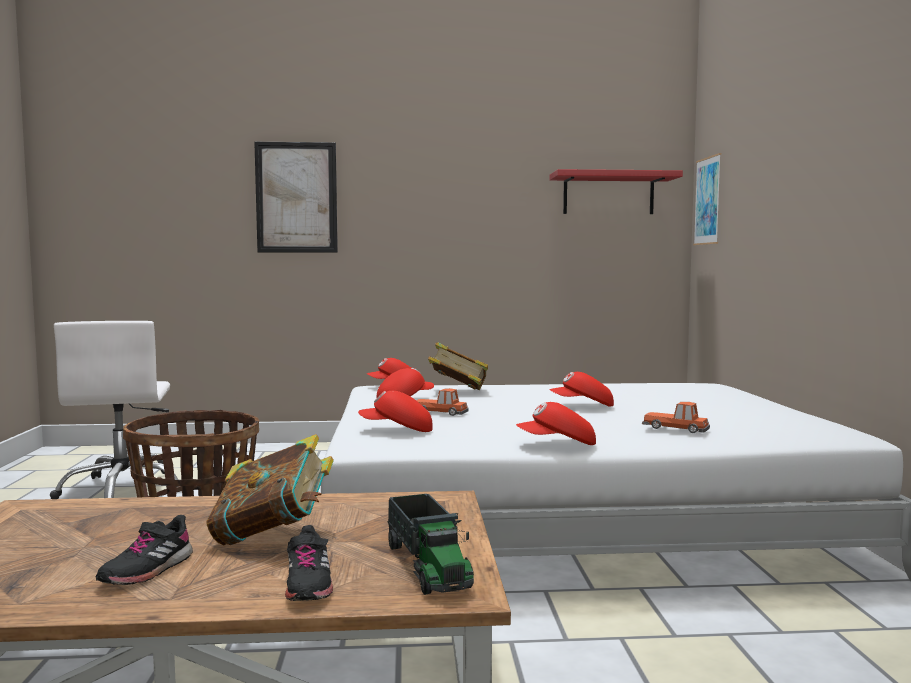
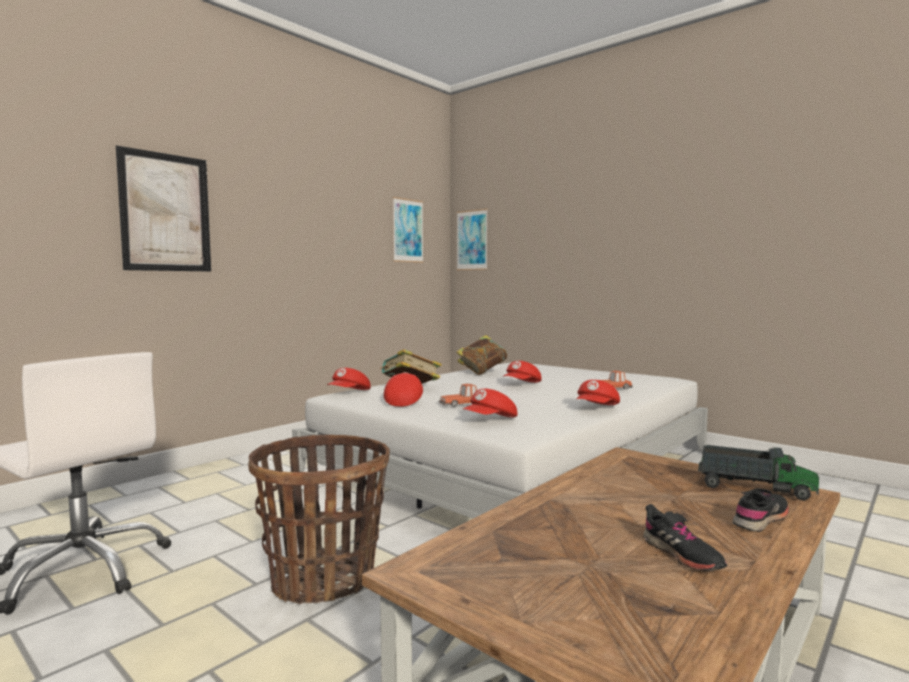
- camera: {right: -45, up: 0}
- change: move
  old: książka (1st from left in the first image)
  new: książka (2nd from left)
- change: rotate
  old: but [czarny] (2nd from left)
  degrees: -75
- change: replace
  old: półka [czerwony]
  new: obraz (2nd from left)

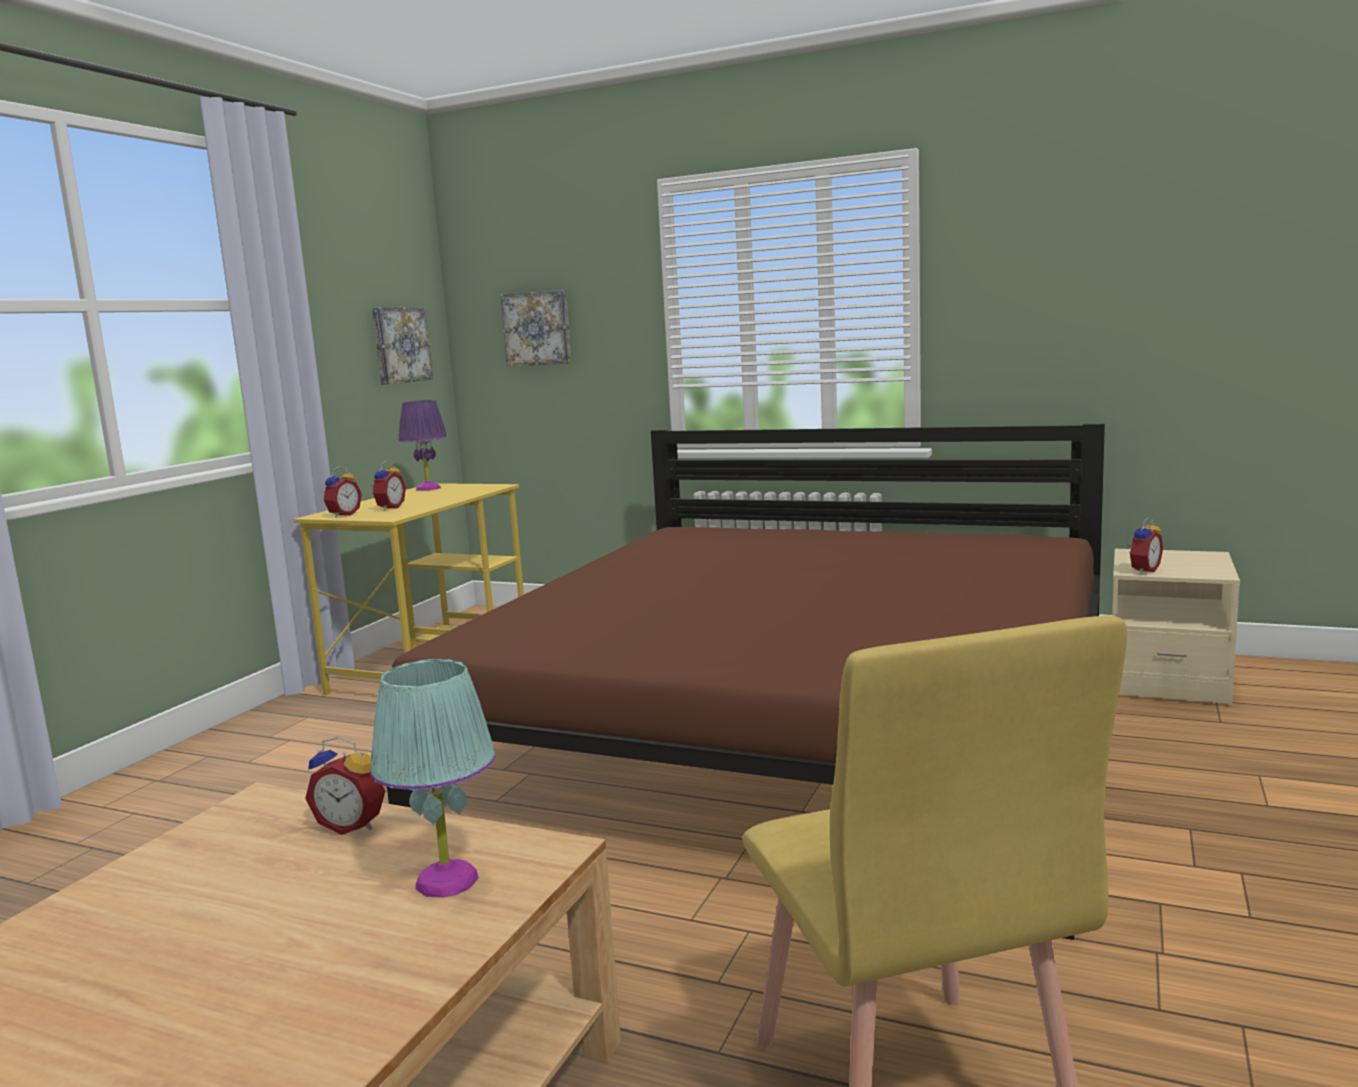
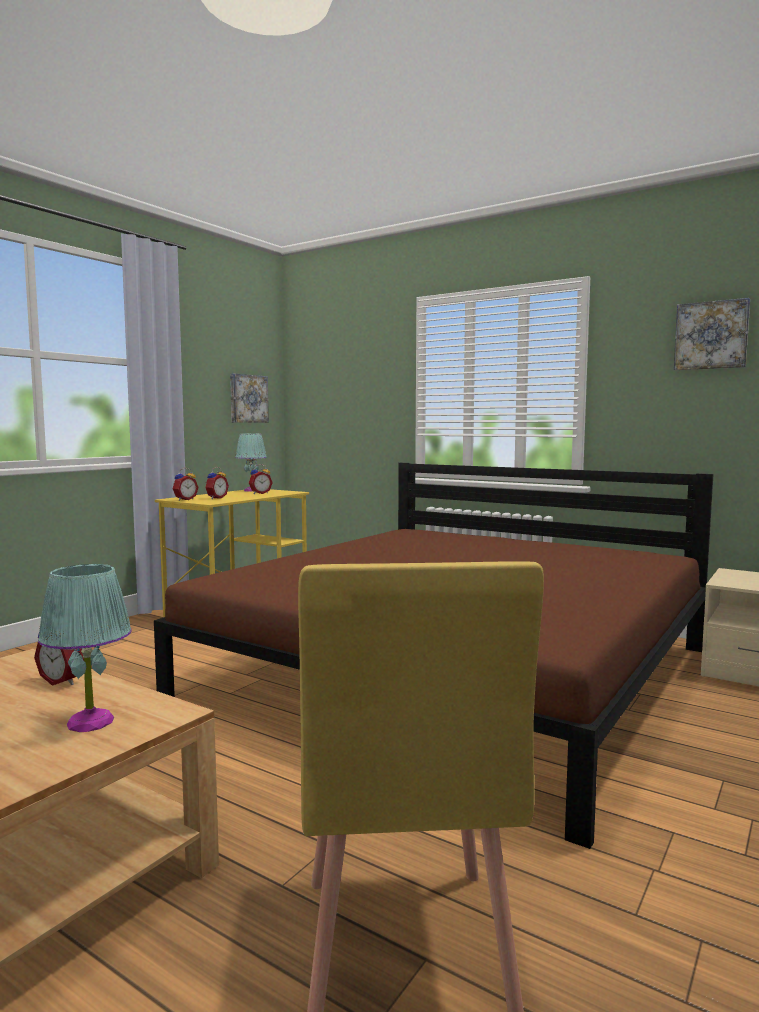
- camera: {right: 10, up: -5}
- change: recolor
  old: lampa stołowa [fioletowy]
  new: lampa stołowa [turkusowy] (2nd from left)
- change: move
  old: obraz (2nd from left)
- change: move
  old: budzik (4th from left)

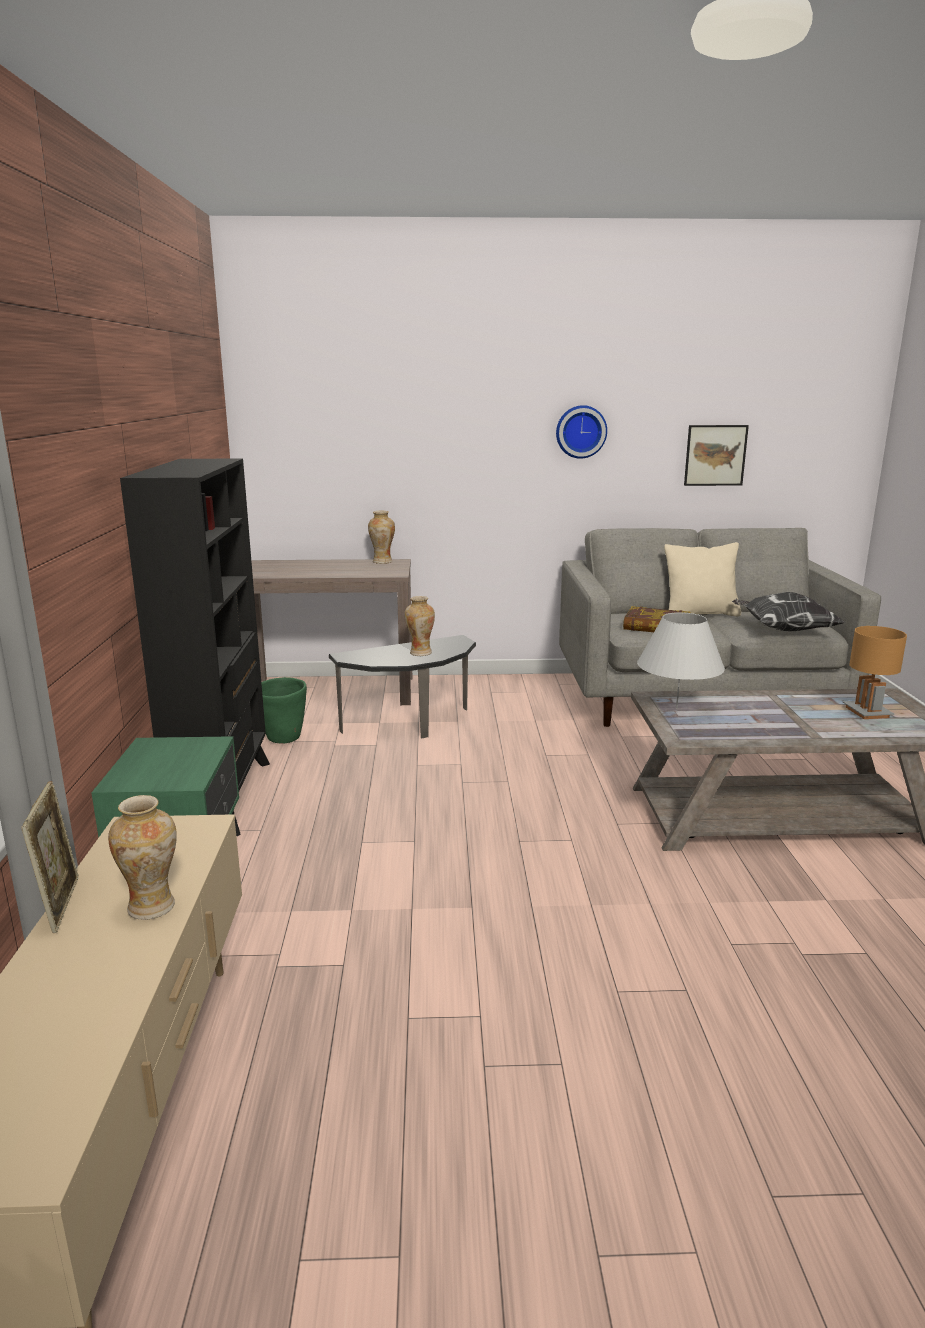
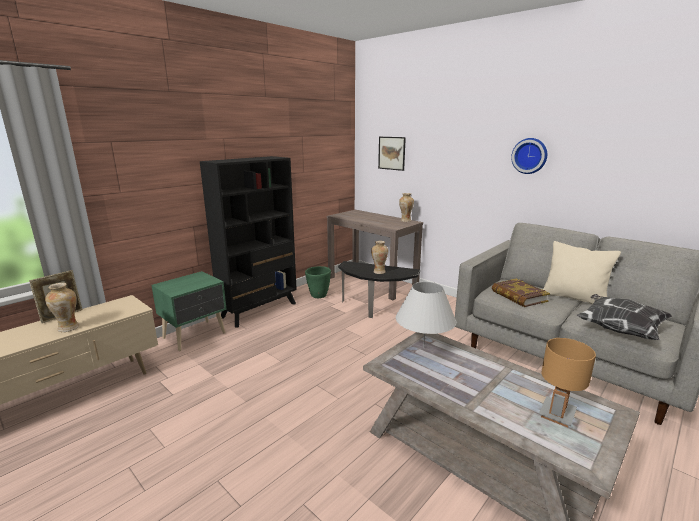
- camera: {right: 45, up: 0}
- change: move
  old: obraz

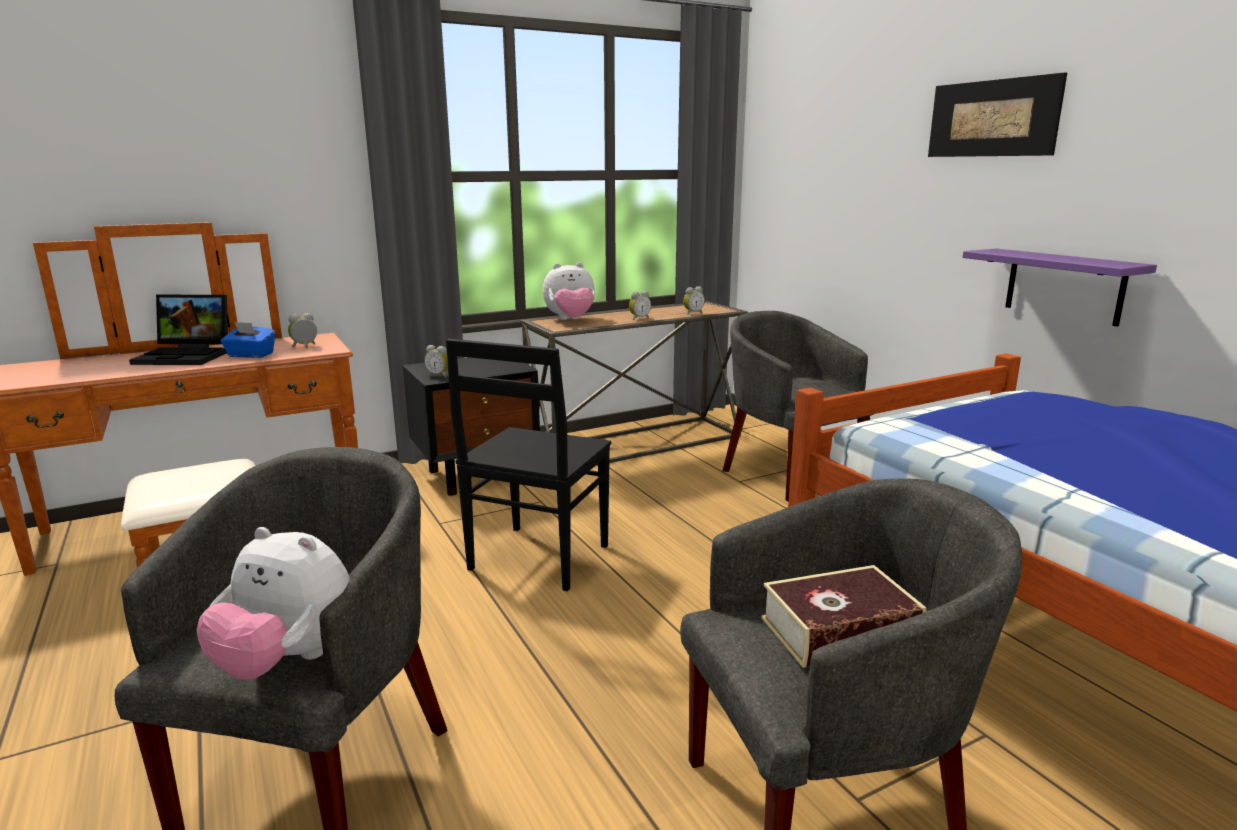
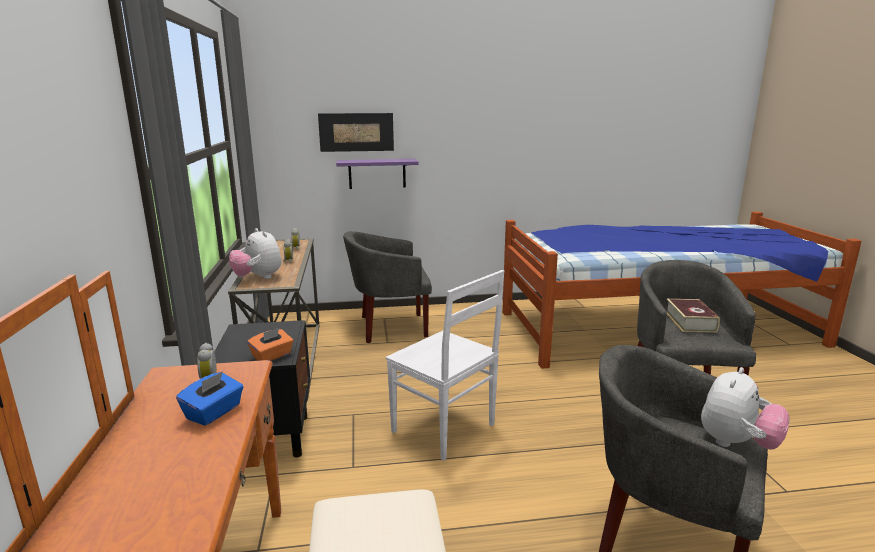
- camera: {right: -70, up: 0}
- change: delete
  old: laptop
- change: replace
  old: budzik (2nd from left)
  new: pudełko chusteczek [pomarańczowy]
- change: recolor
  old: krzesło [czarny]
  new: krzesło [biały]
- change: rotate
  old: pluszak (2nd from left in the first image)
  degrees: 135
- change: move
  old: obraz
- change: move
  old: półka [fioletowy]

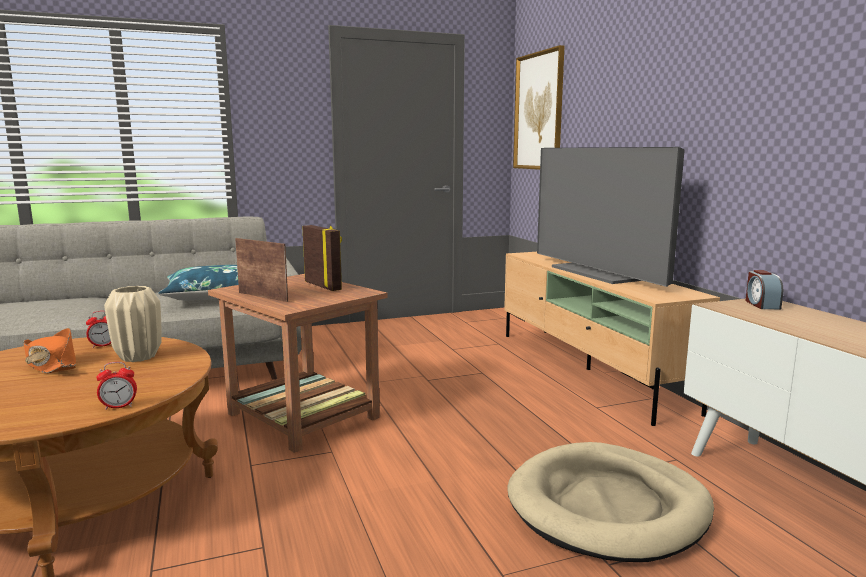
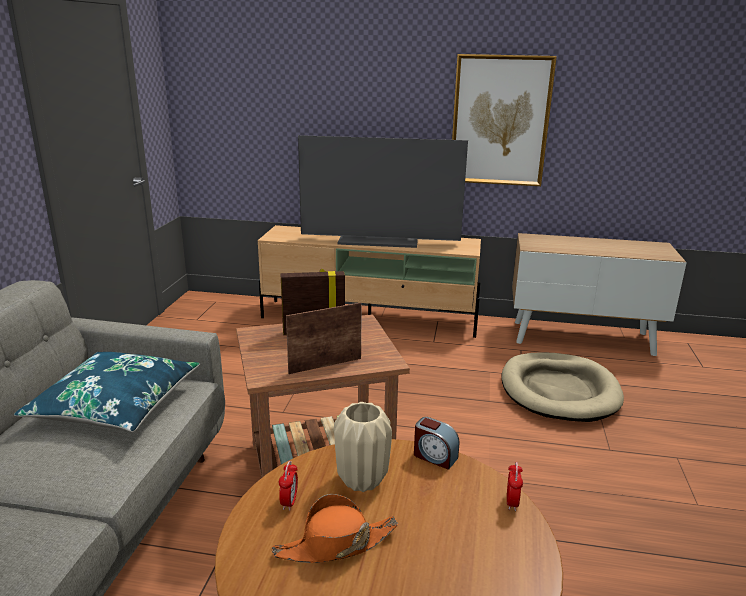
- camera: {right: -60, up: 10}
- change: move
  old: obraz
- change: move
  old: budzik (3rd from left in the first image)
  new: budzik (2nd from left)

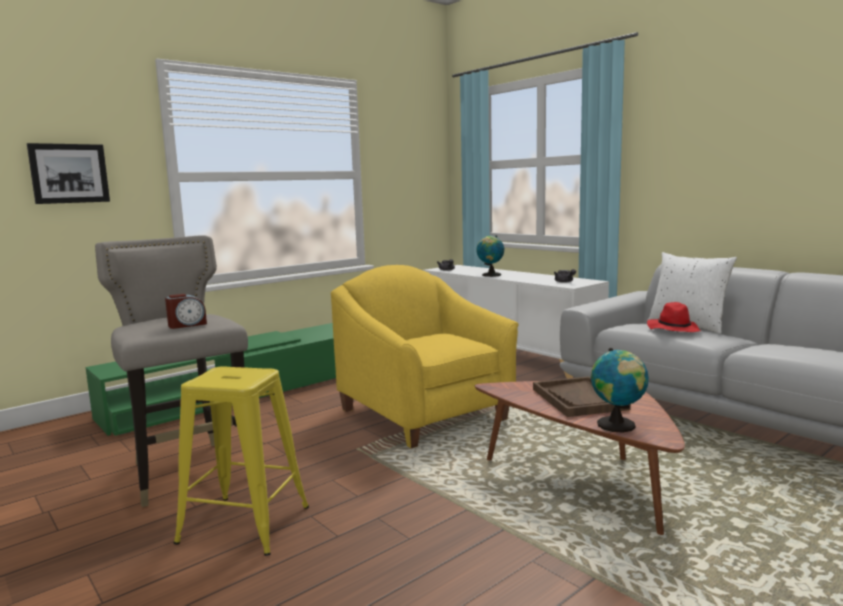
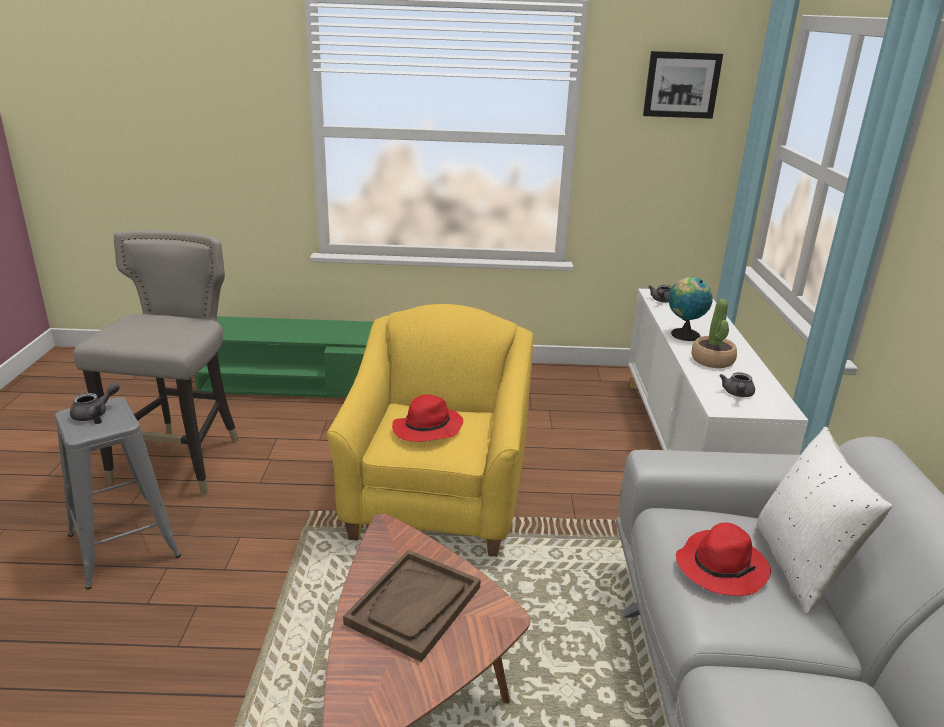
- camera: {right: 40, up: 15}
- change: move
  old: obraz
- change: delete
  old: budzik
- change: recolor
  old: stołek [żółty]
  new: stołek [szary] (1st from left)
- change: delete
  old: globus (2nd from left)
- change: insert
  new: imbryk [szary] (1st from left)
- change: insert
  new: kapelusz [czerwony] (1st from left)
- change: insert
  new: roślina doniczkowa

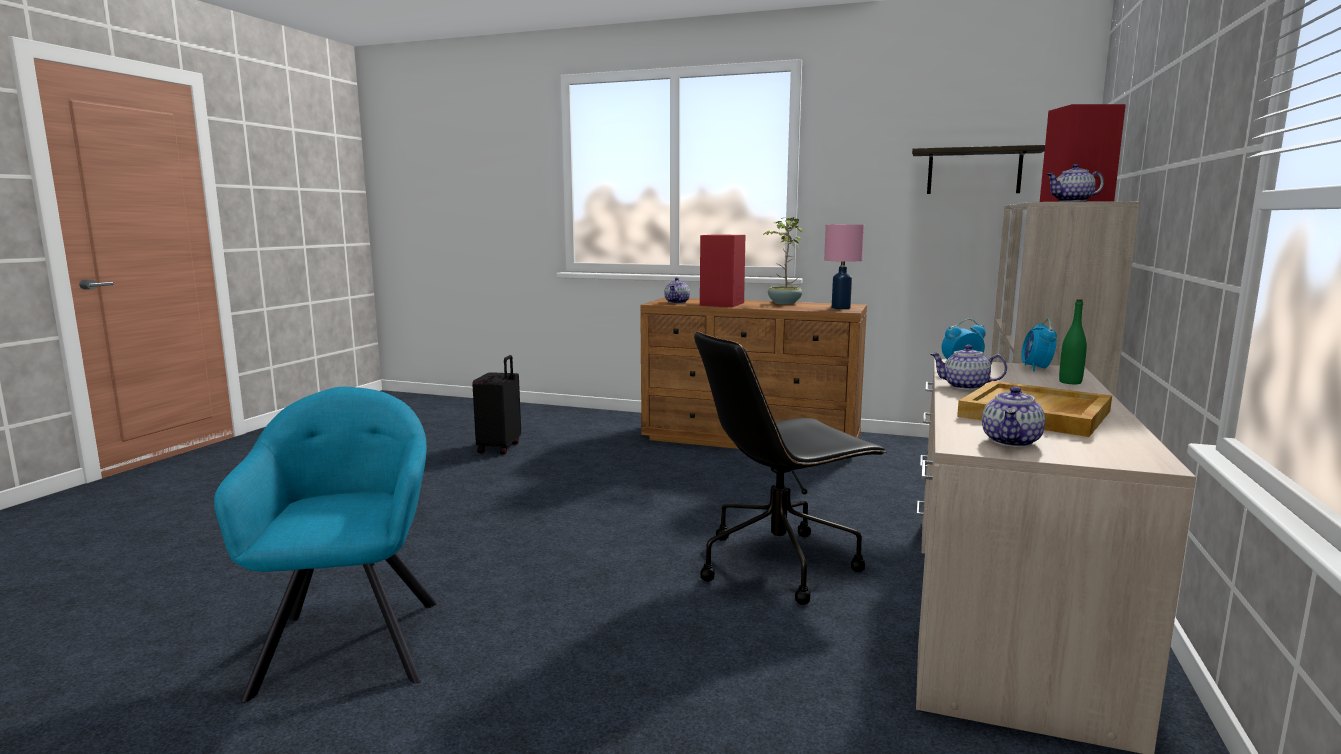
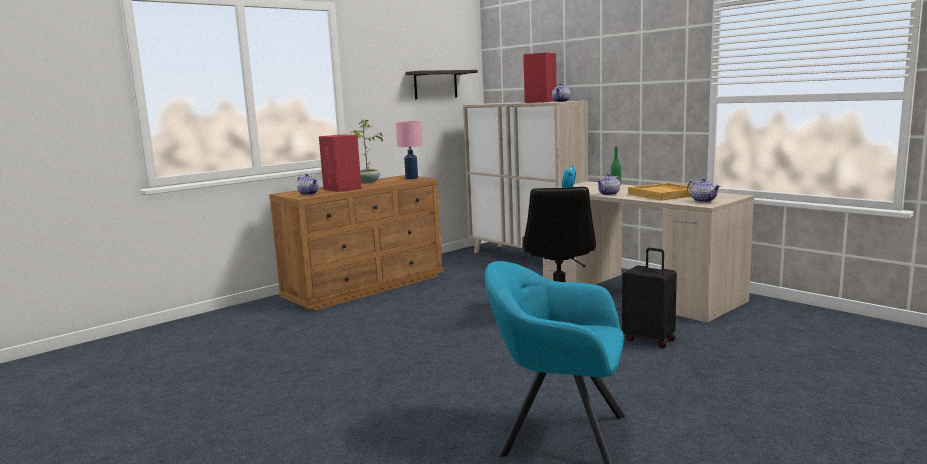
- camera: {right: -60, up: 0}
- change: move
  old: walizka [czarny]
- change: delete
  old: budzik (2nd from left)

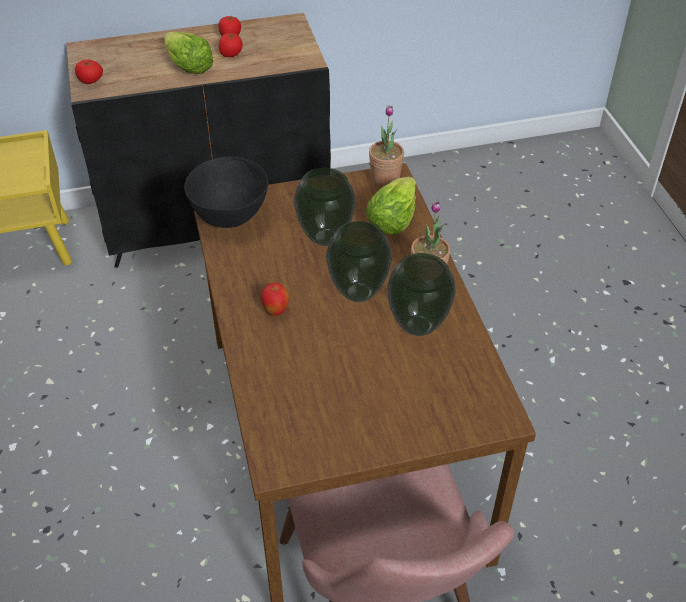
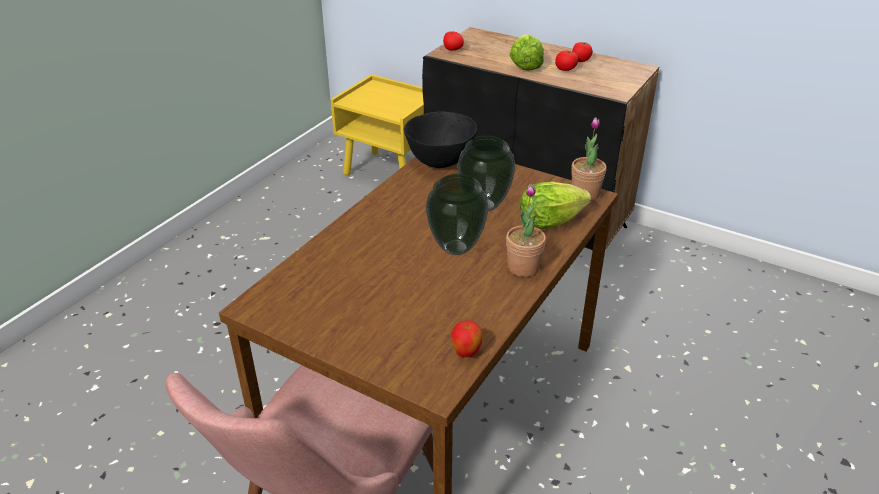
- camera: {right: 45, up: -10}
- change: move
  old: jabłko
- change: delete
  old: wazon (3rd from left)

